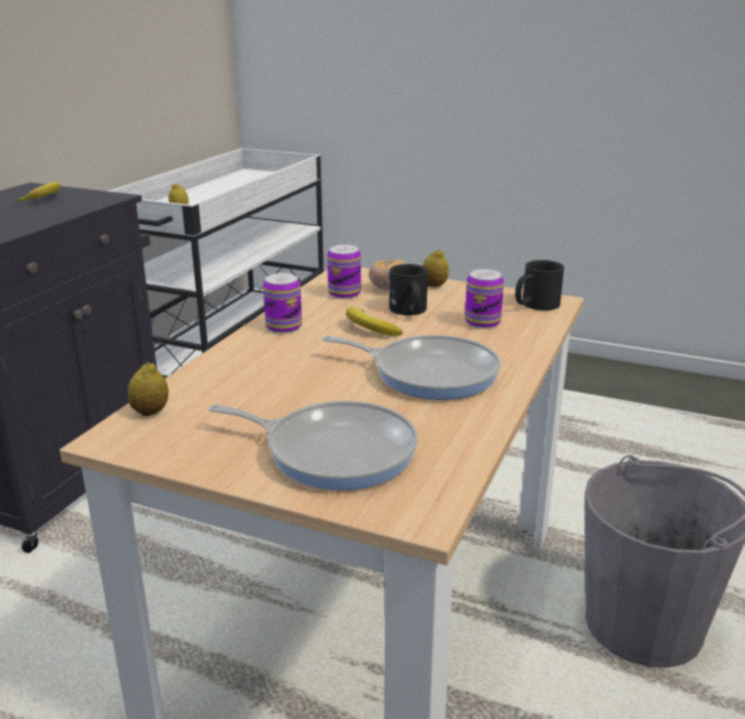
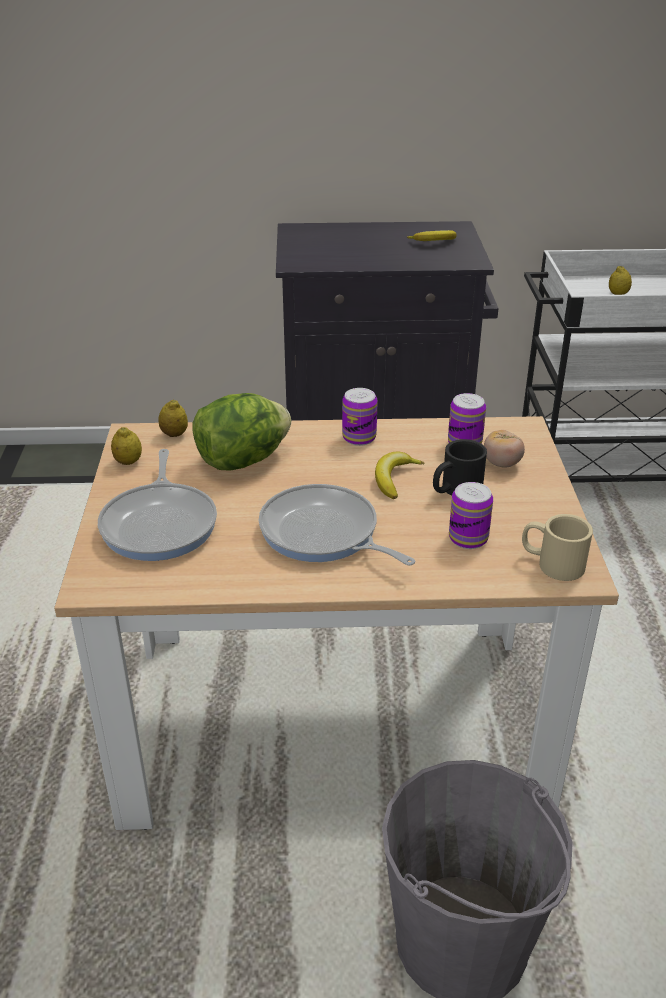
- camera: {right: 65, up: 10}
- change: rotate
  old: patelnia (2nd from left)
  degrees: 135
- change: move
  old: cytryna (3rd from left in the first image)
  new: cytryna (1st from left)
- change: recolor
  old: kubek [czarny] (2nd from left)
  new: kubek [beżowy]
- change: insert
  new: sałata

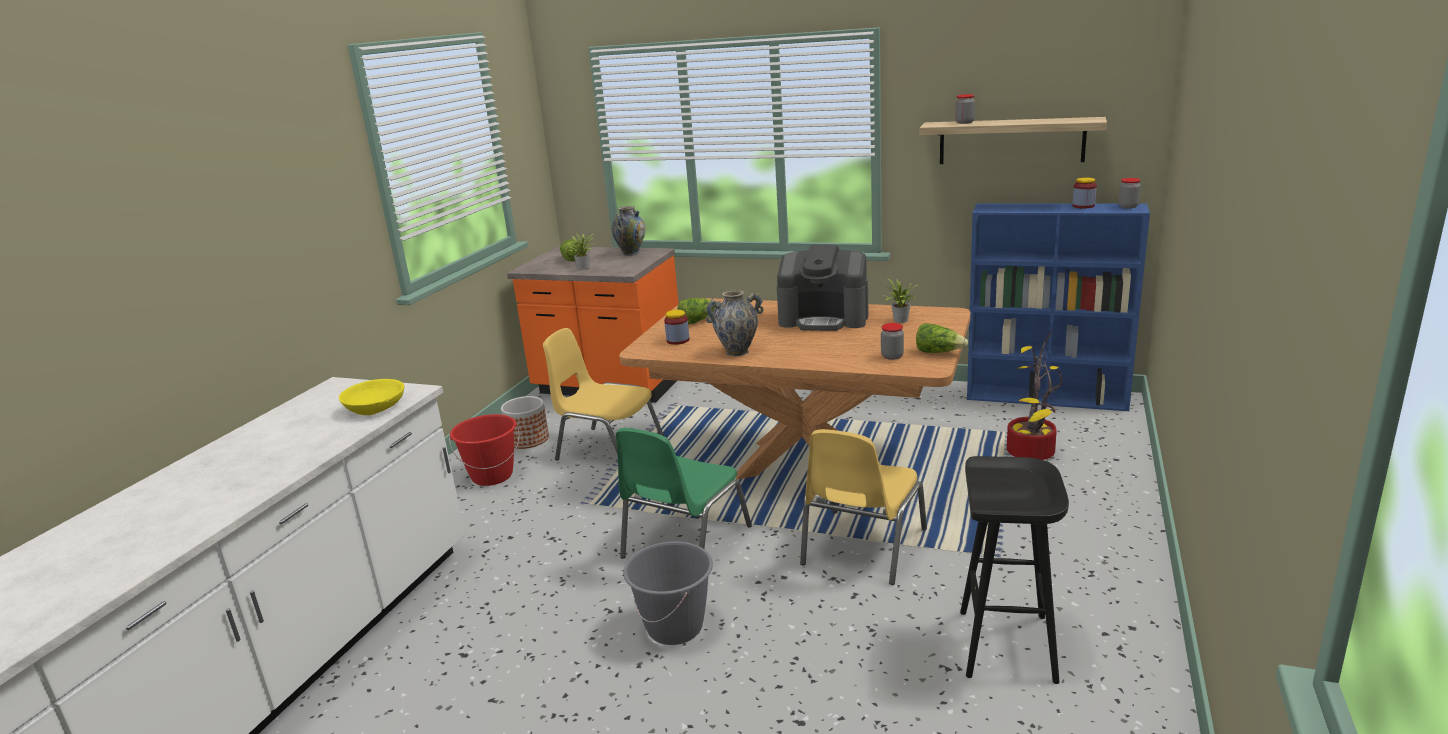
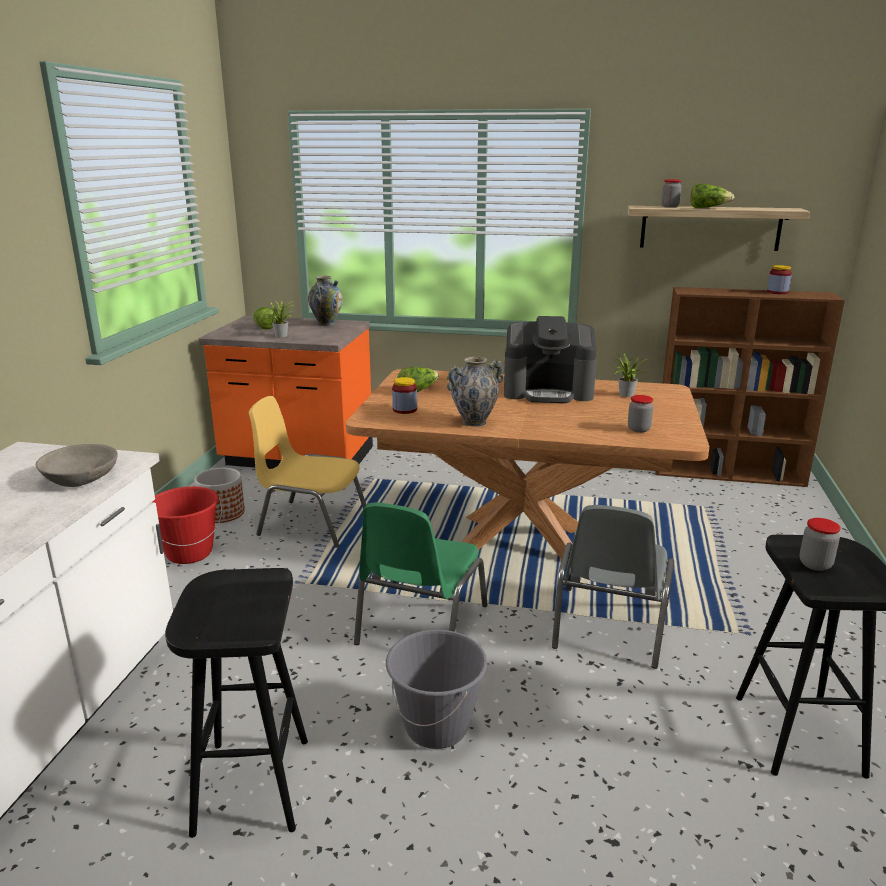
- camera: {right: -10, up: 0}
- change: recolor
  old: miska [żółty]
  new: miska [szary]
- change: recolor
  old: krzesło [żółty] (2nd from left)
  new: krzesło [szary]
- change: move
  old: sałata (3rd from left)
- change: recolor
  old: regał [niebieski]
  new: regał [brązowy]
- change: delete
  old: roślina doniczkowa (3rd from left)
- change: move
  old: słoik (5th from left)
- change: insert
  new: stołek [czarny] (1st from left)

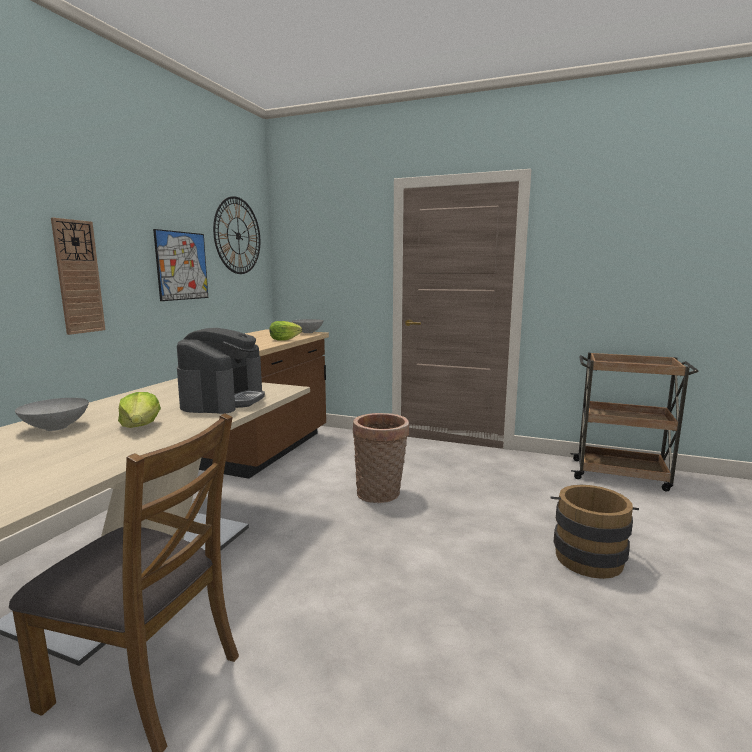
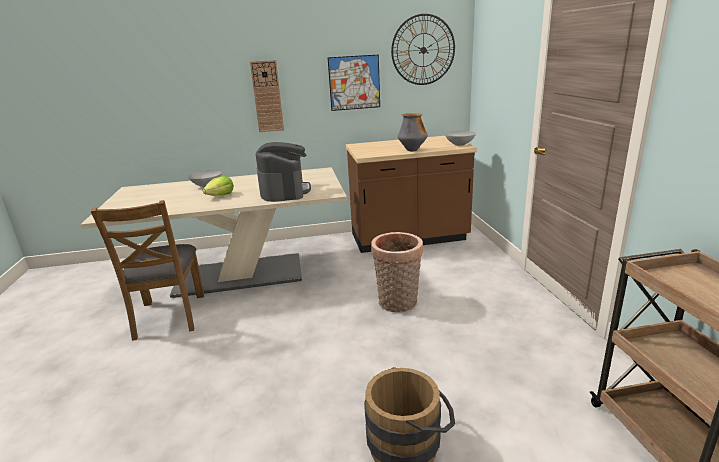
- camera: {right: 60, up: 10}
- change: rotate
  old: ekspres do kawy
  degrees: -75
- change: replace
  old: sałata (2nd from left)
  new: wazon

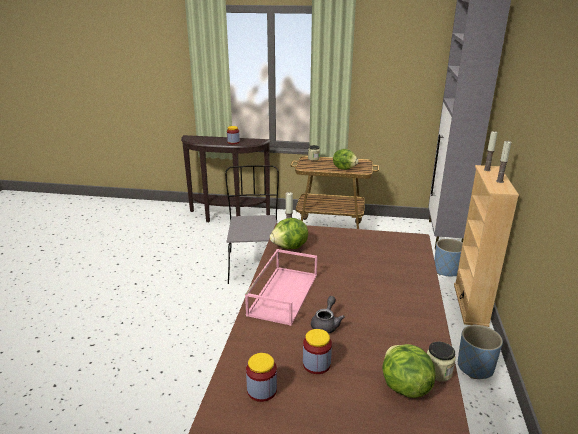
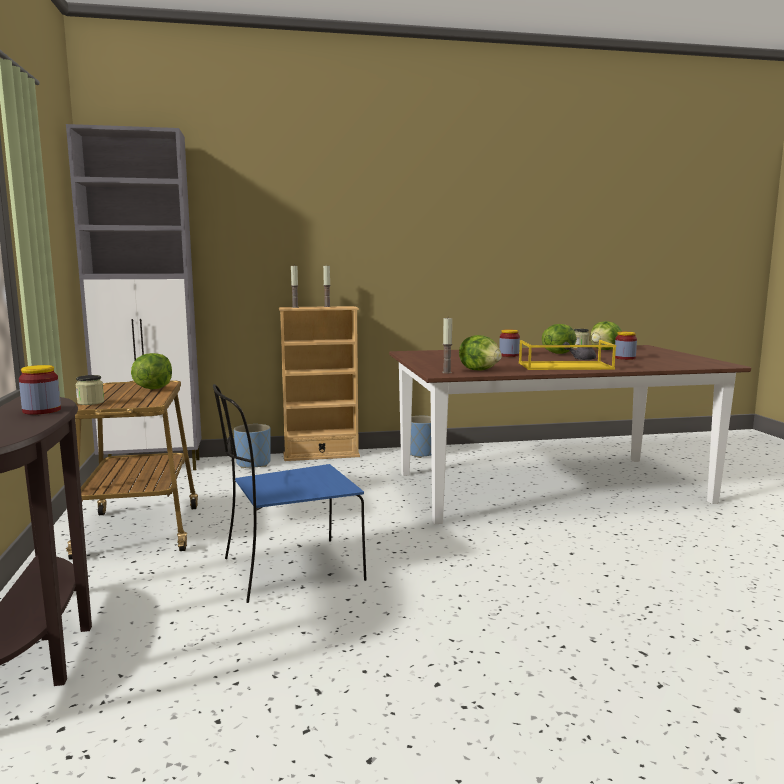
- camera: {right: -110, up: -15}
- change: recolor
  old: krzesło [szary]
  new: krzesło [niebieski]
- change: recolor
  old: taca [różowy]
  new: taca [żółty]
- change: move
  old: słoik (2nd from left in the first image)
  new: słoik (3rd from left)
- change: insert
  new: sałata (3rd from left)

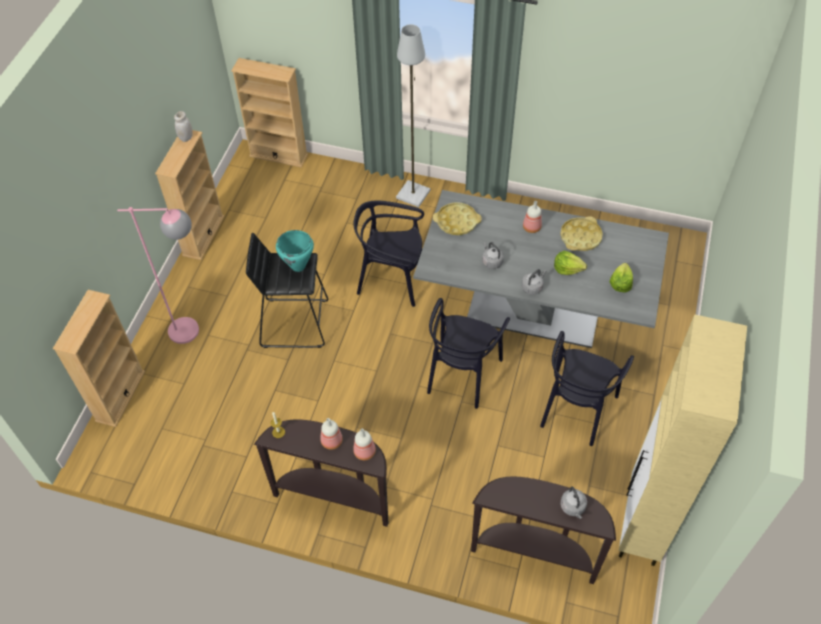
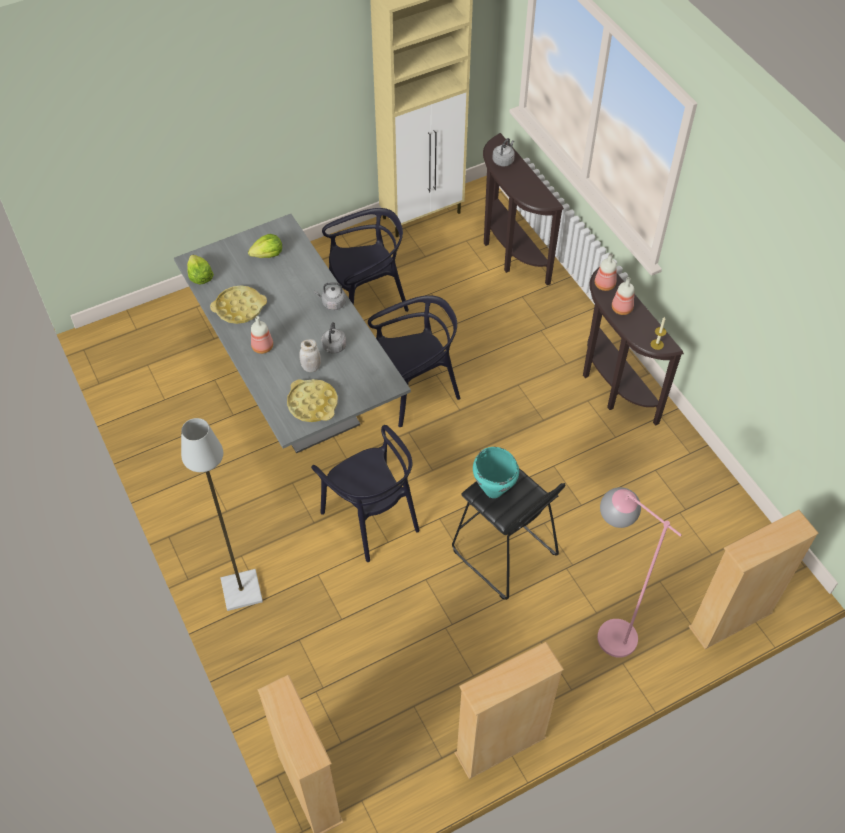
- camera: {right: -135, up: 0}
- change: move
  old: słoik [biały]
- change: move
  old: sałata (1st from left)

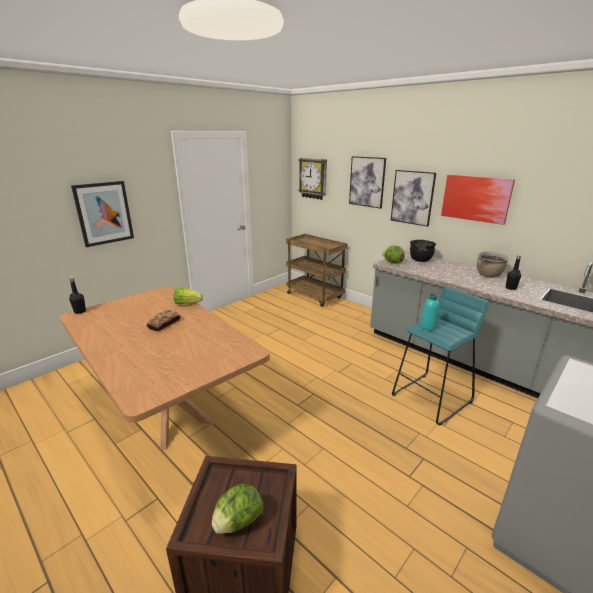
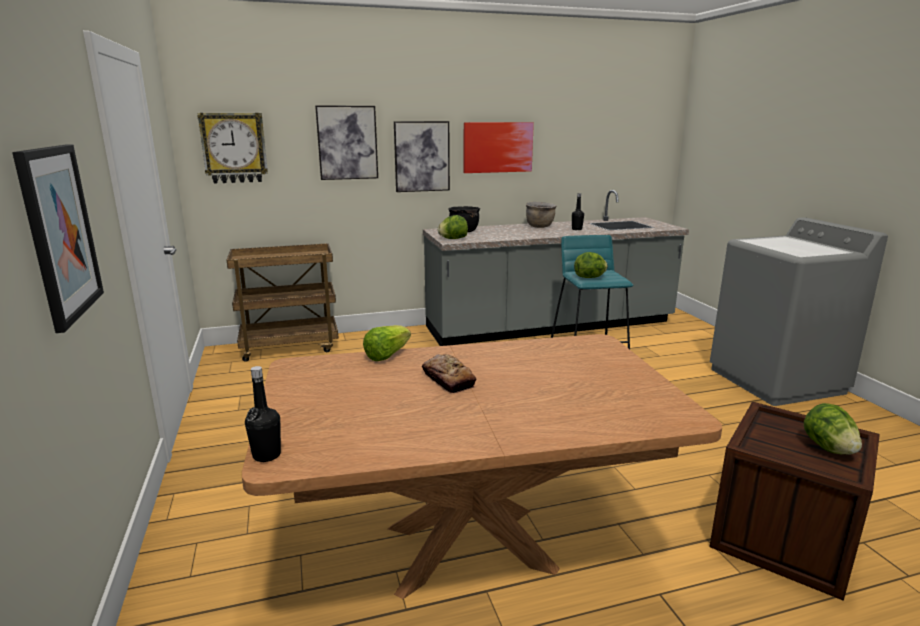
- camera: {right: -60, up: -5}
- change: replace
  old: butelka [turkusowy]
  new: sałata (3rd from left)

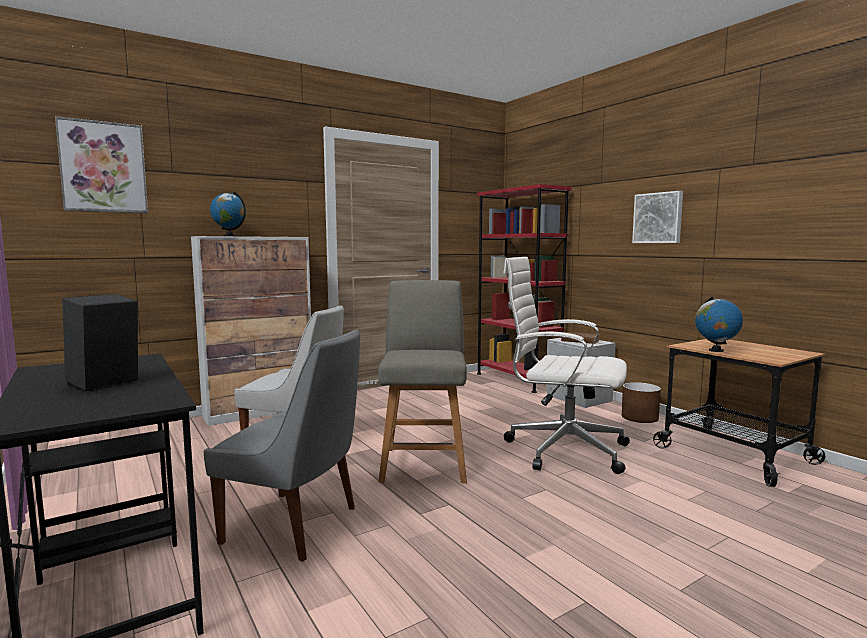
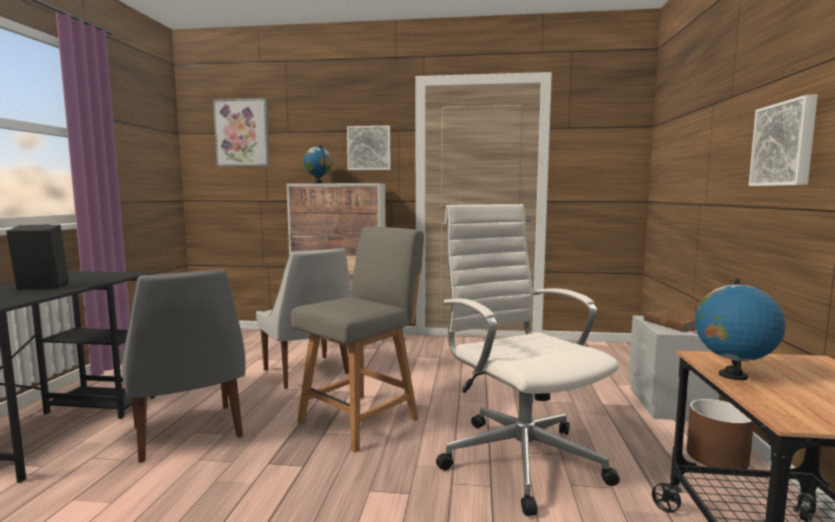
- camera: {right: 40, up: 0}
- change: delete
  old: regał [czerwony]
- change: insert
  new: obraz (2nd from left)

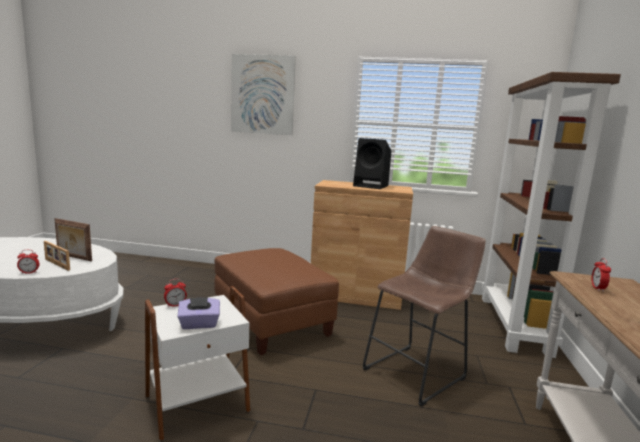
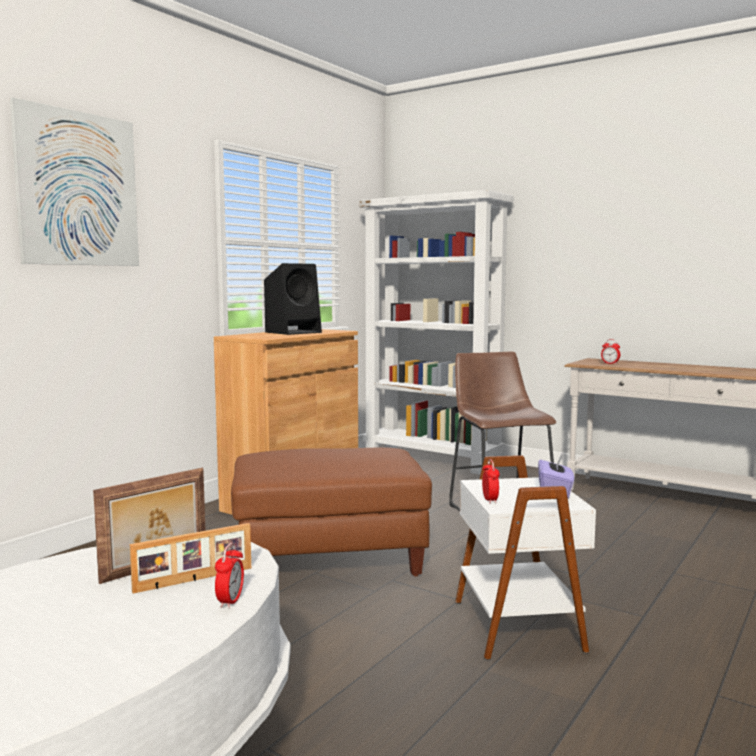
- camera: {right: -65, up: -5}
- change: recolor
  old: regał [brązowy]
  new: regał [biały]

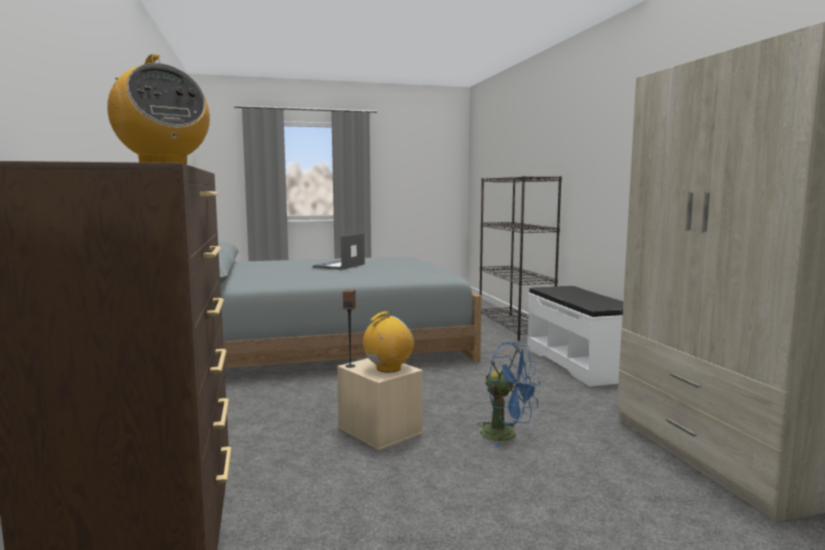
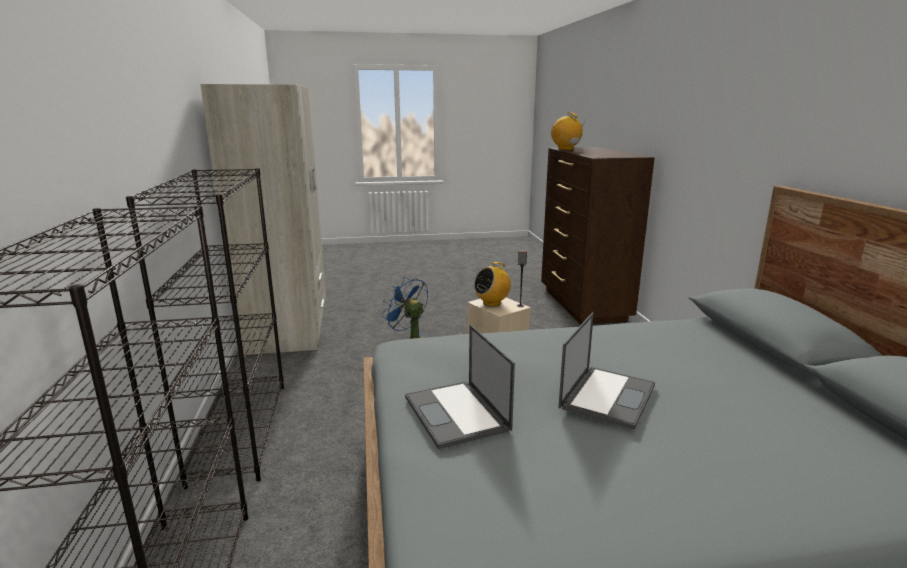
- camera: {right: -175, up: 10}
- change: replace
  old: ławka [biały]
  new: regał [czarny] (2nd from left)
- change: insert
  new: laptop (1st from left)

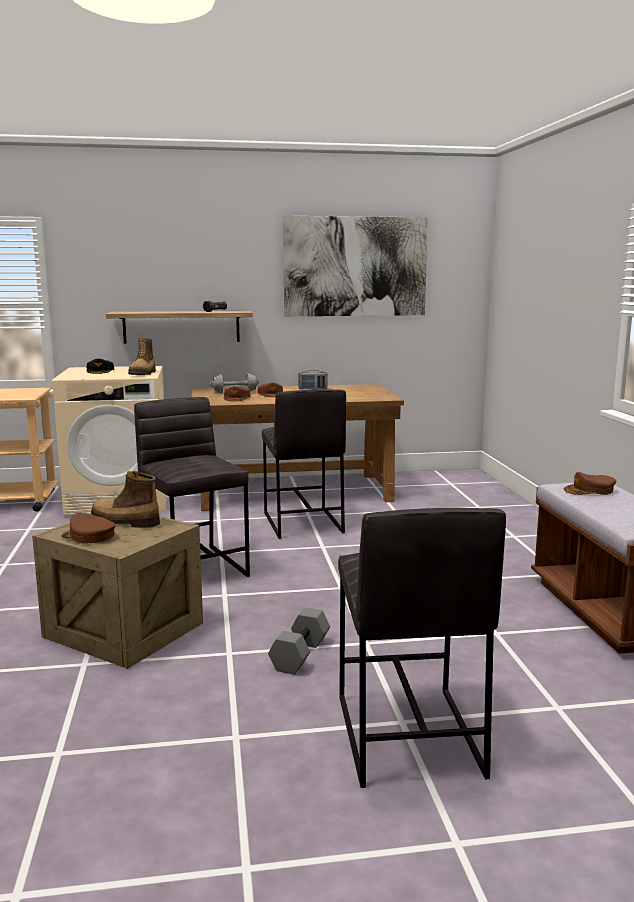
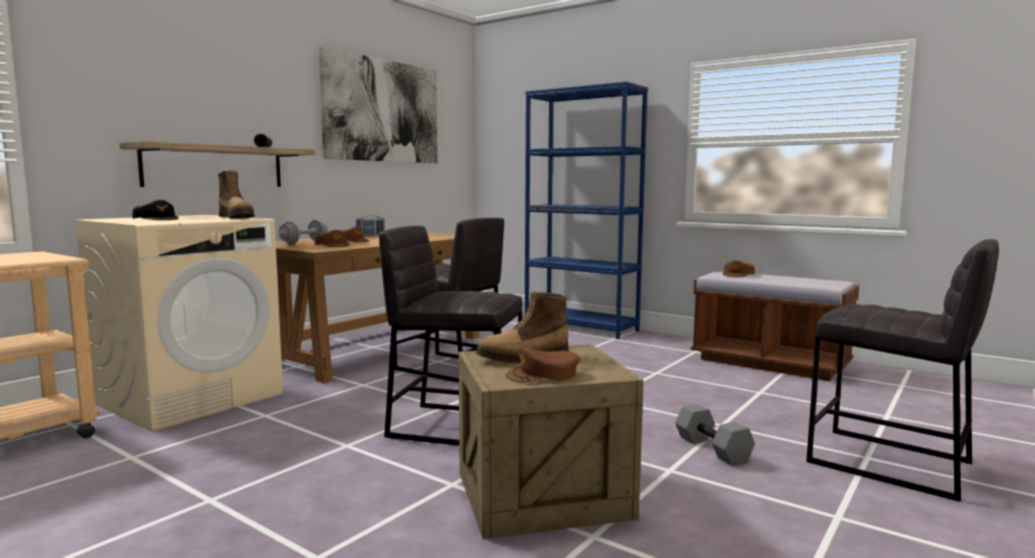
- camera: {right: -45, up: -5}
- change: insert
  new: regał [niebieski]

